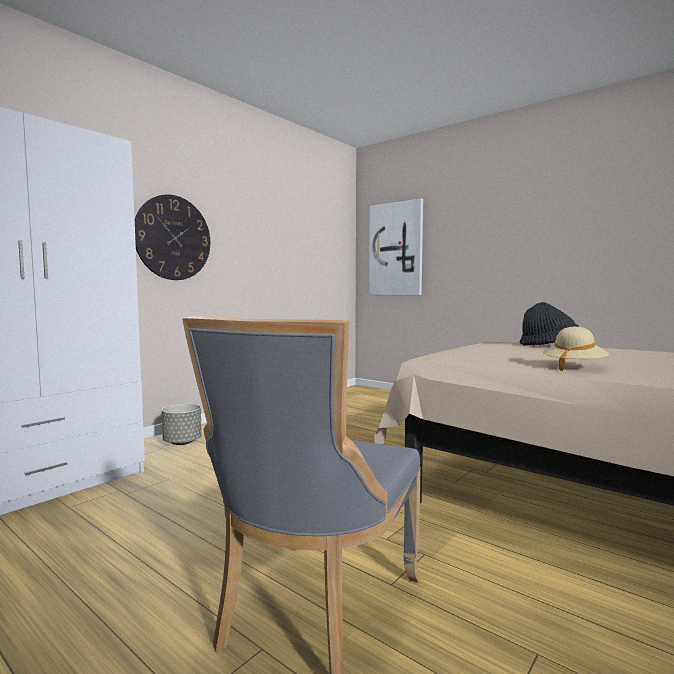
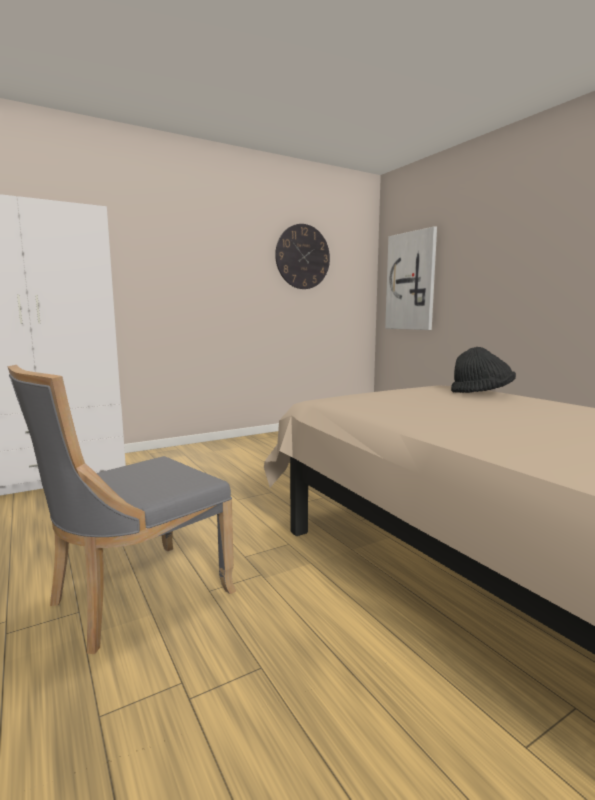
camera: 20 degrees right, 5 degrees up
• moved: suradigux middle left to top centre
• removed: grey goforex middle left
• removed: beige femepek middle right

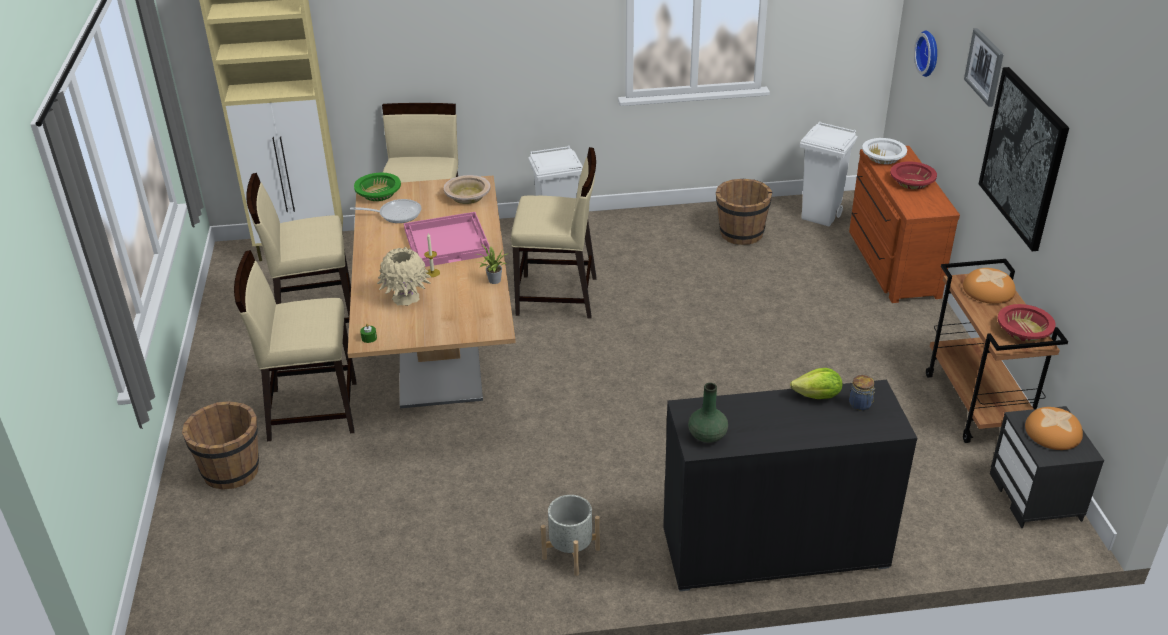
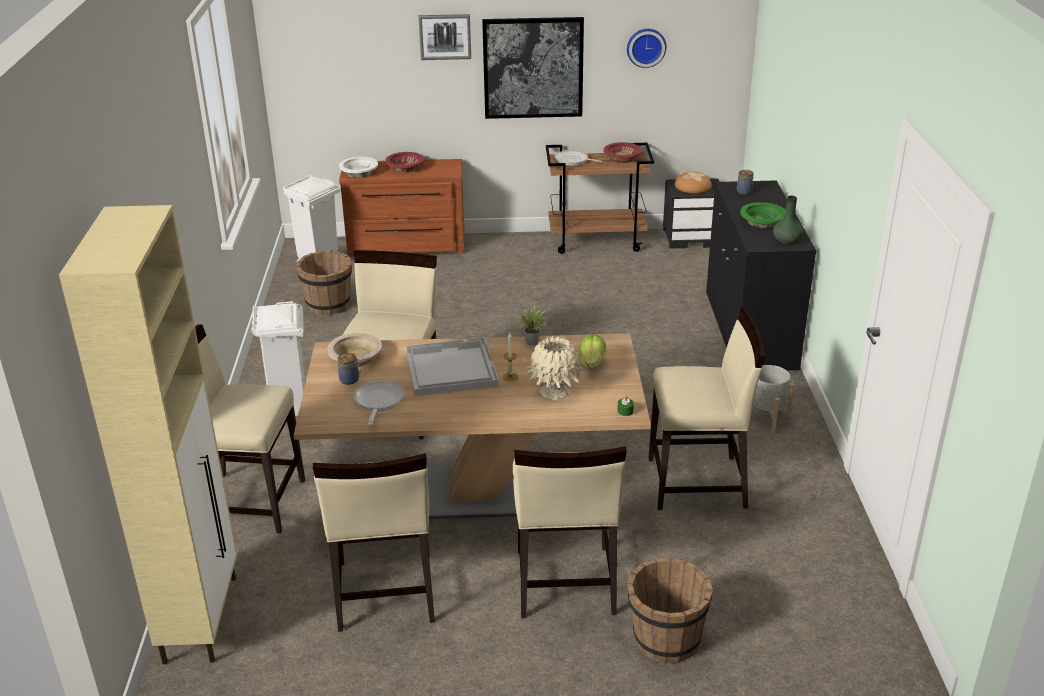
camera: 85 degrees left, 5 degrees down
• added: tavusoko (1st from left) centre
• recoloured: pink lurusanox centre to white lurusanox centre
• replaced: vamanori (1st from left) middle right to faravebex (2nd from left) top centre
• moved: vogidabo middle right to centre
• moved: suradigux top right to top centre
• added: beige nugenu (5th from left) middle right
• moved: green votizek top left to top right

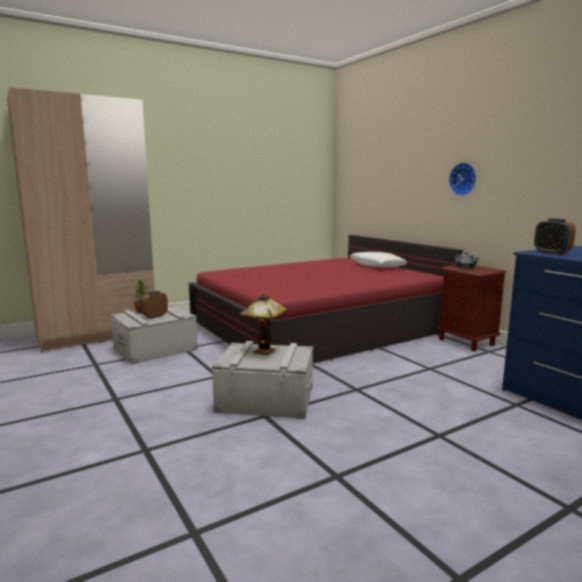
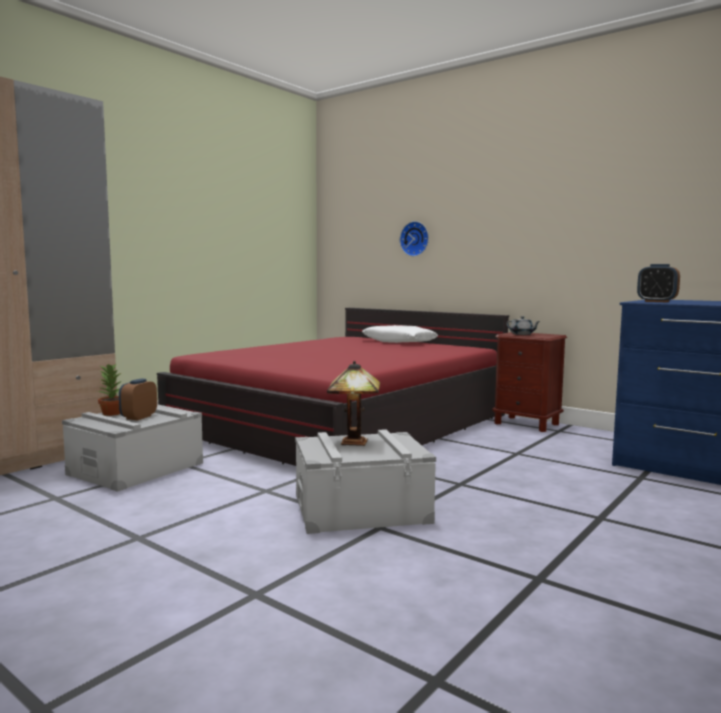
camera: 20 degrees left, 5 degrees down
• moved: suradigux top right to centre

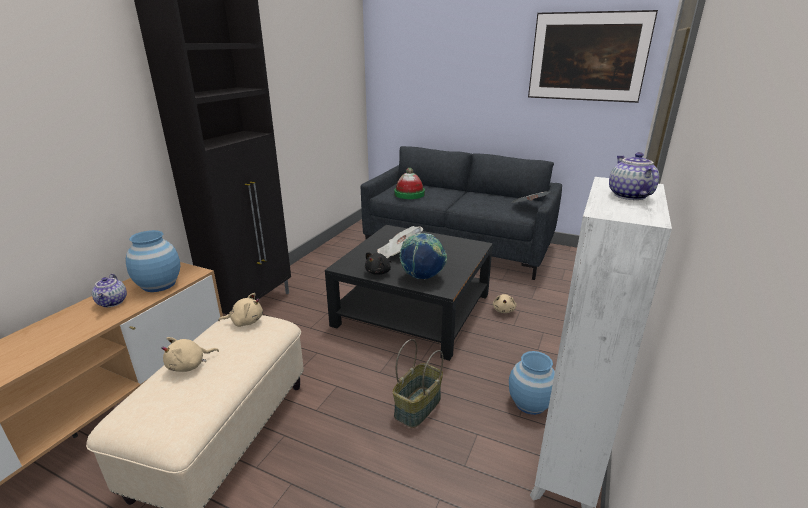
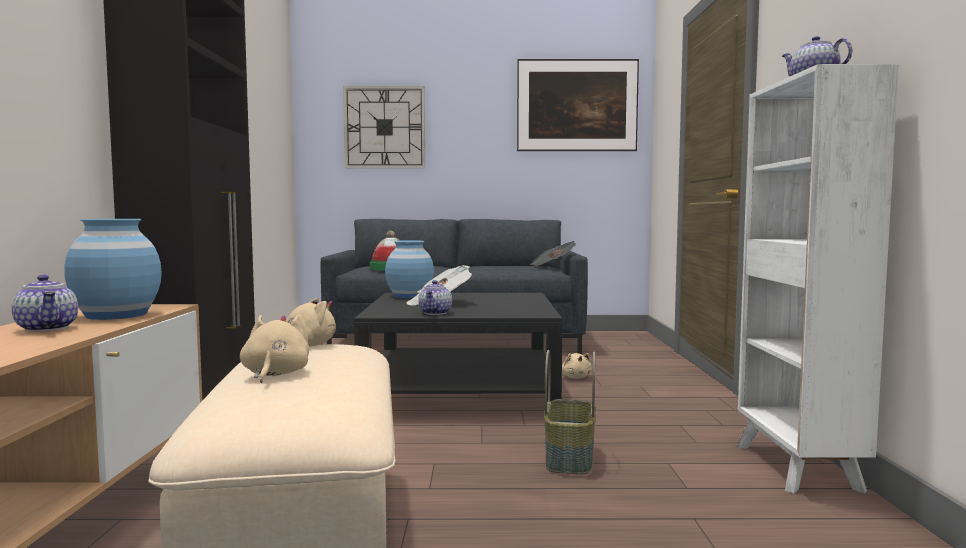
camera: 25 degrees left, 20 degrees down
• turned: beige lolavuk (1st from left) bottom left = middle left 150 degrees clockwise
• added: suradigux top centre
• moved: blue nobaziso (2nd from left) bottom centre to centre
• replaced: black lolavuk centre to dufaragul (2nd from left) centre
• removed: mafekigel centre

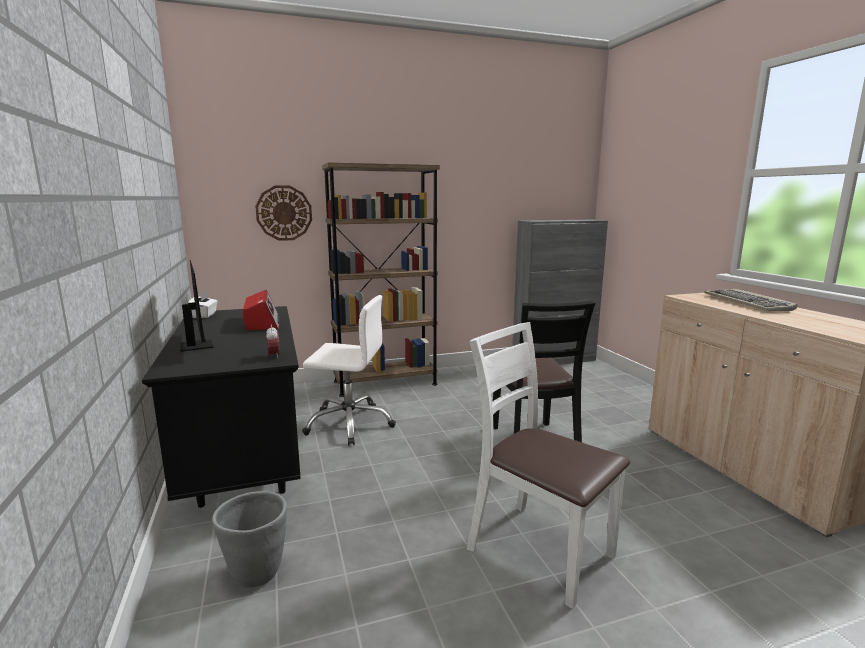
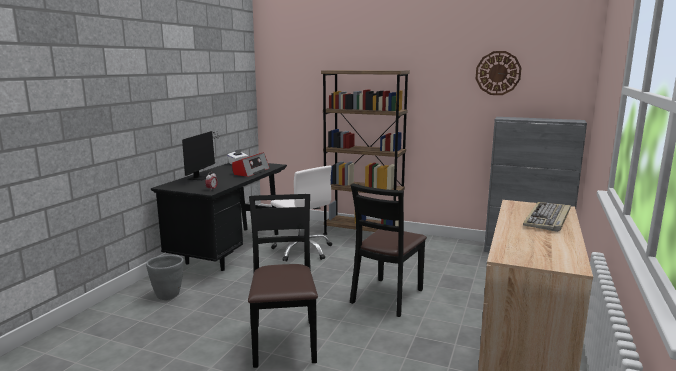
camera: 40 degrees right, 0 degrees up
• recoloured: white nugenu bottom centre to black nugenu (1st from left) bottom centre
• moved: suradigux top left to top right

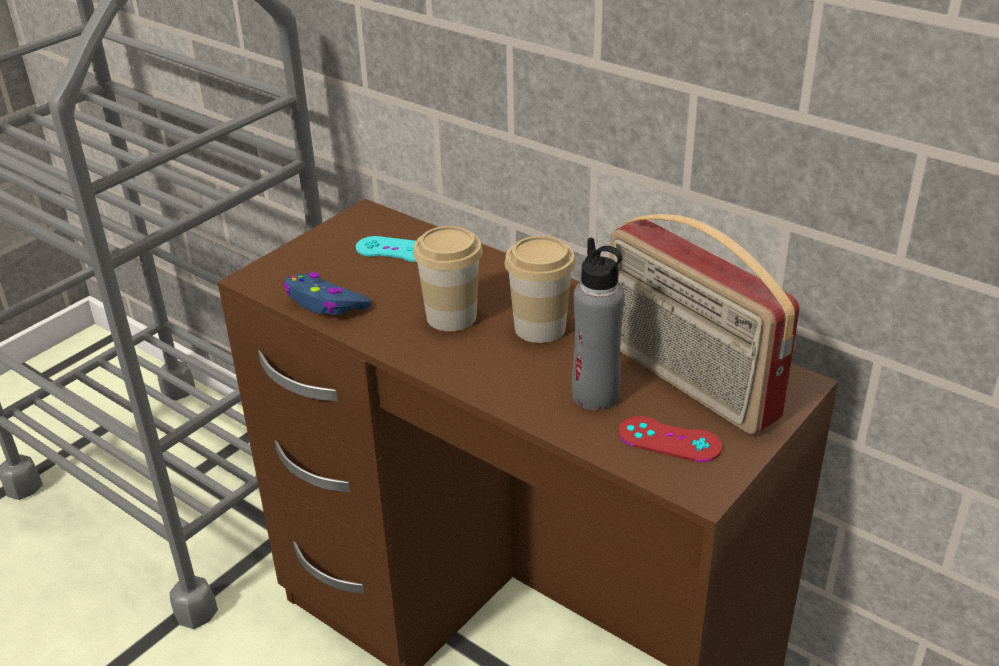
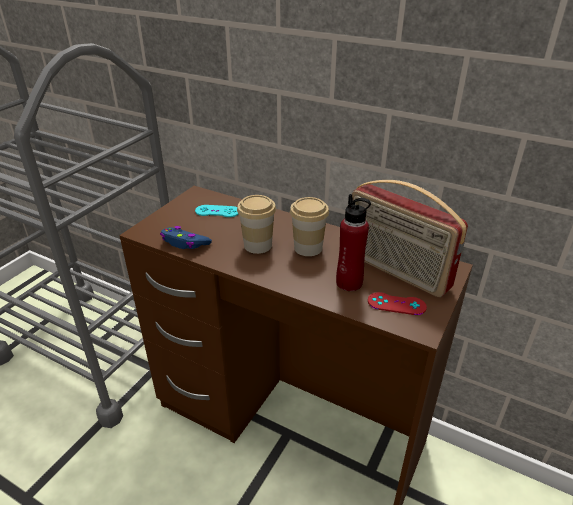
camera: 10 degrees left, 0 degrees up
• recoloured: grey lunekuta centre to red lunekuta centre

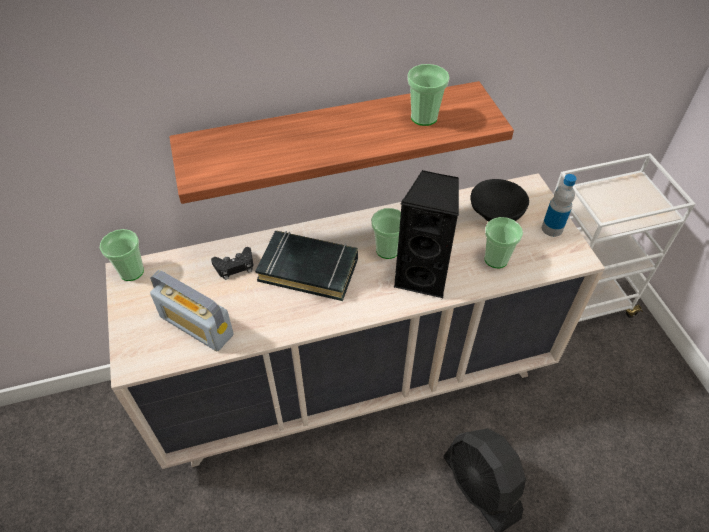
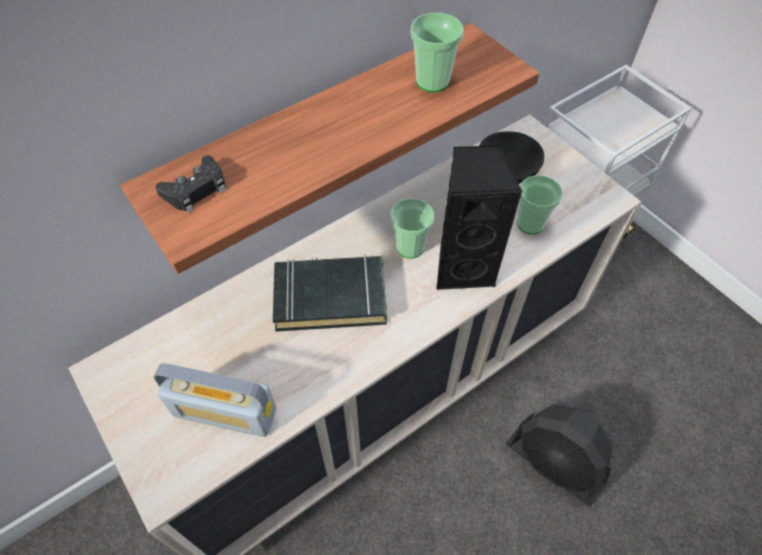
camera: 20 degrees left, 5 degrees up
• moved: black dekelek middle left to top left
• removed: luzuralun (1st from left) middle left
• removed: lunekuta middle right

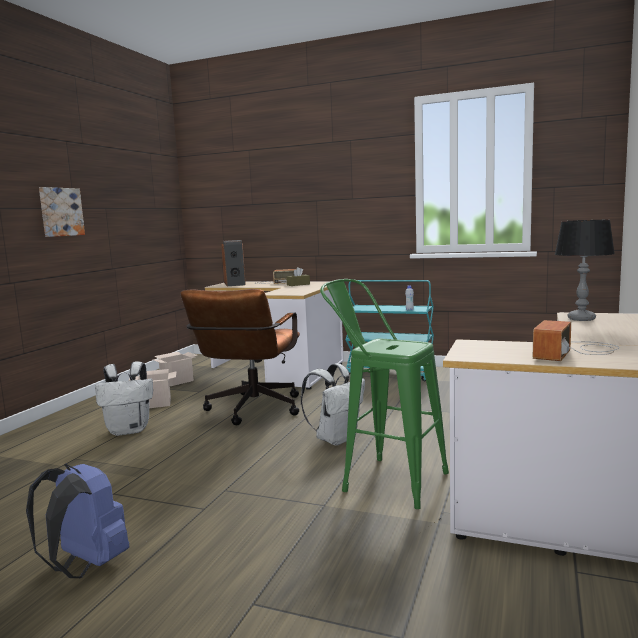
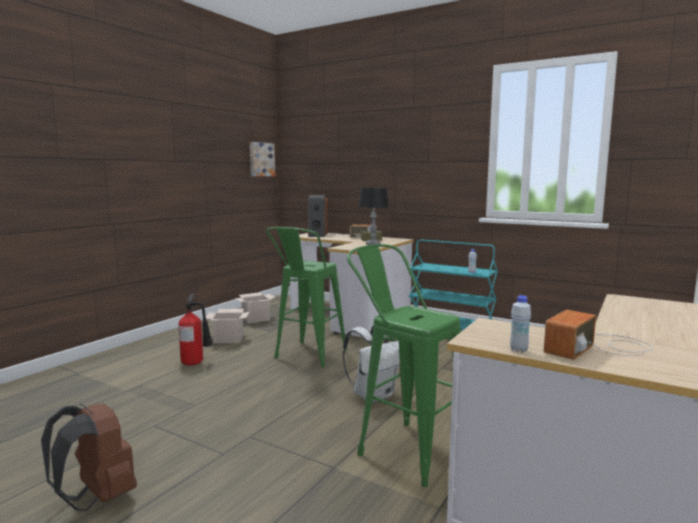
camera: 10 degrees right, 0 degrees up
• recoloured: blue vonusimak bottom left to brown vonusimak bottom left
• replaced: white vonusimak (1st from left) middle left to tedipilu middle left
• moved: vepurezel top left to top centre
• replaced: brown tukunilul centre to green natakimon (1st from left) centre
• moved: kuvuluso middle right to centre
• added: white lunekuta (2nd from left) middle right

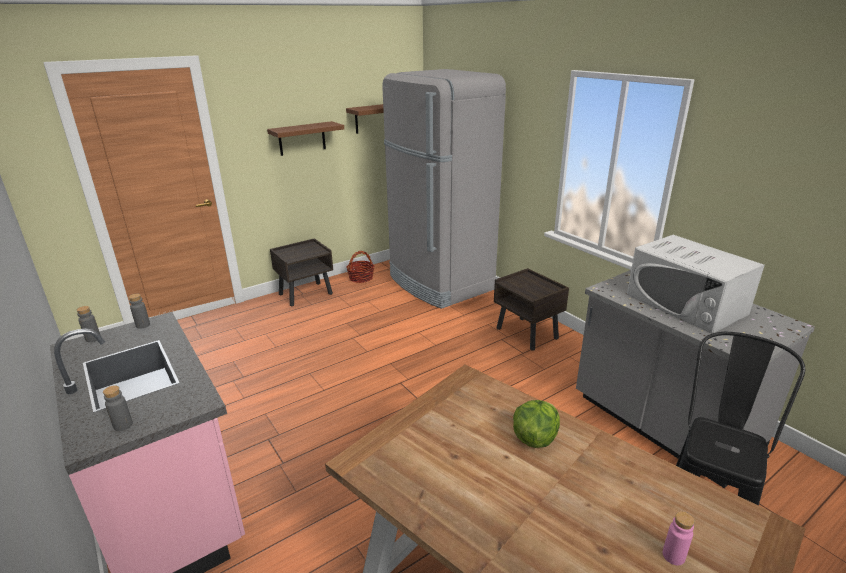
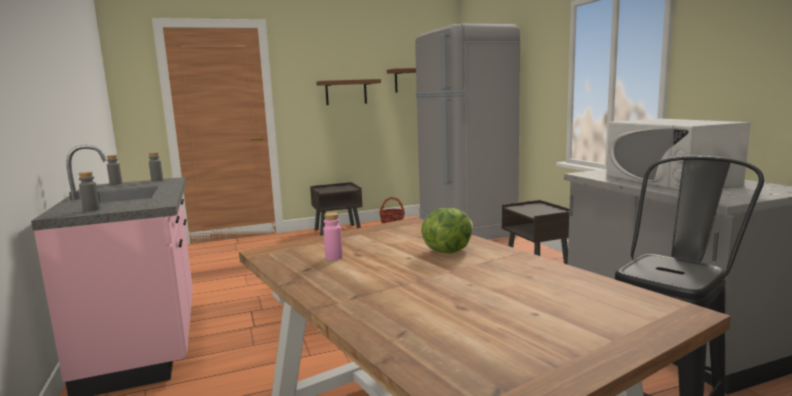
camera: 15 degrees right, 15 degrees down
• moved: pink lunekuta bottom right to centre

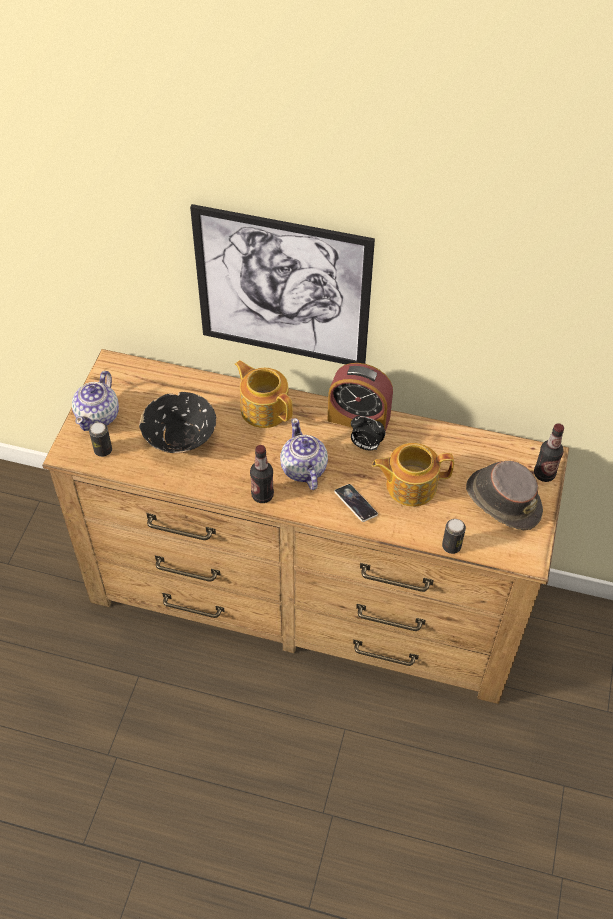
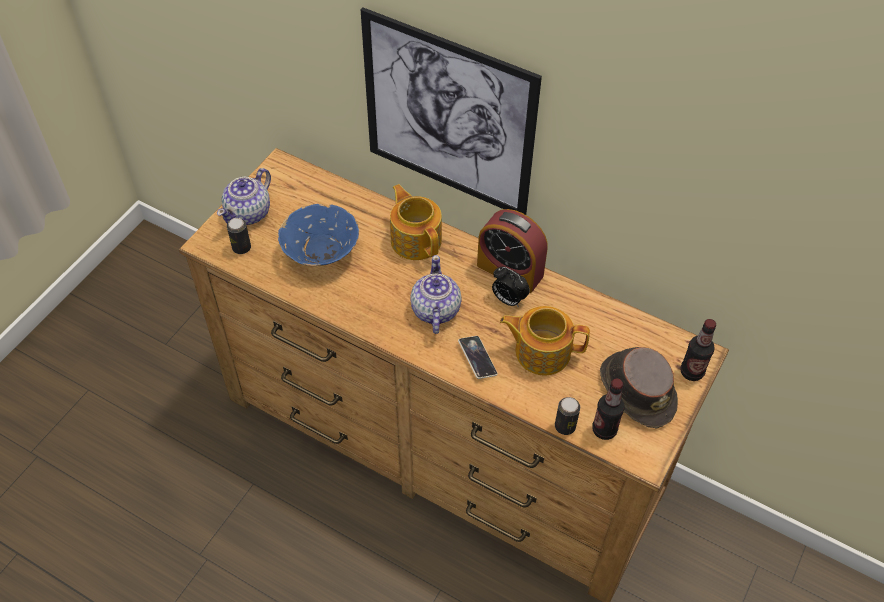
camera: 15 degrees right, 0 degrees up
• recoloured: black votizek middle left to blue votizek centre
• moved: lunekuta (1st from left) centre to bottom right

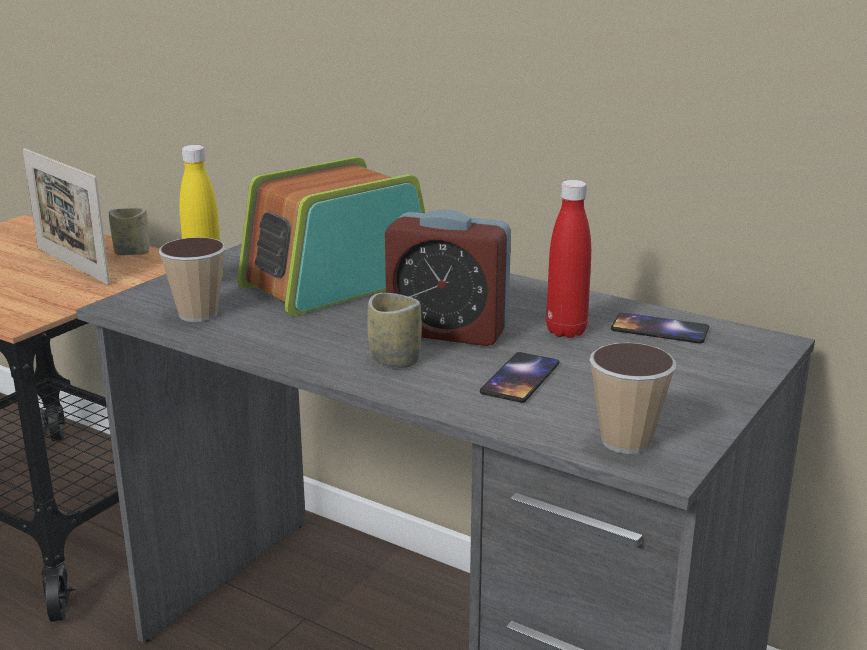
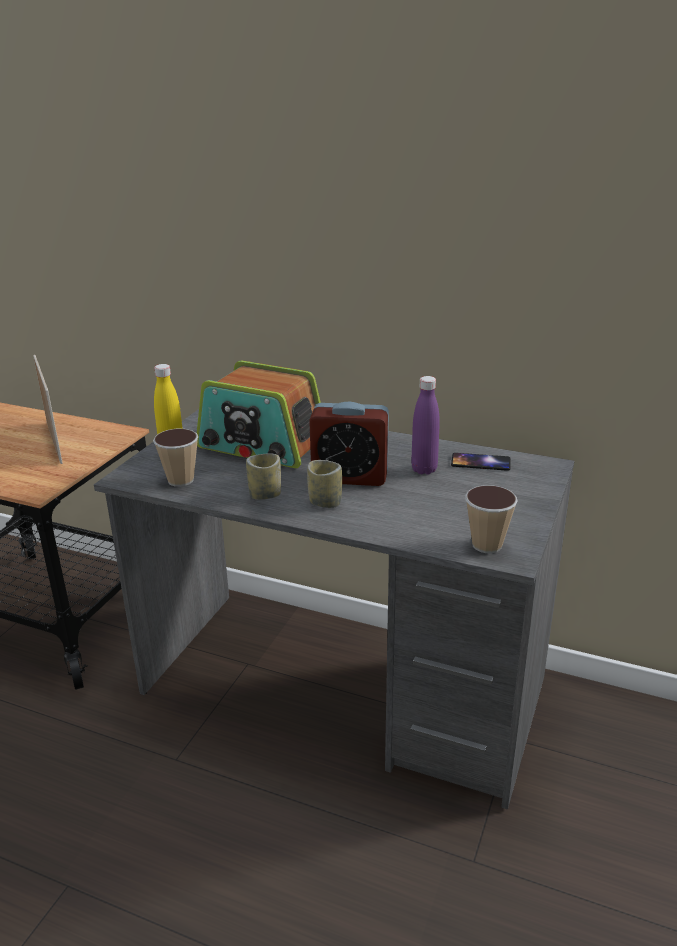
camera: 10 degrees left, 5 degrees up
• turned: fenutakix top left = middle left 150 degrees counterclockwise
• turned: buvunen centre = centre 105 degrees counterclockwise
• moved: luzuralun (1st from left in the first image) middle left to luzuralun (2nd from left) centre
• recoloured: red lunekuta centre to purple lunekuta centre
• removed: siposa (1st from left) centre

